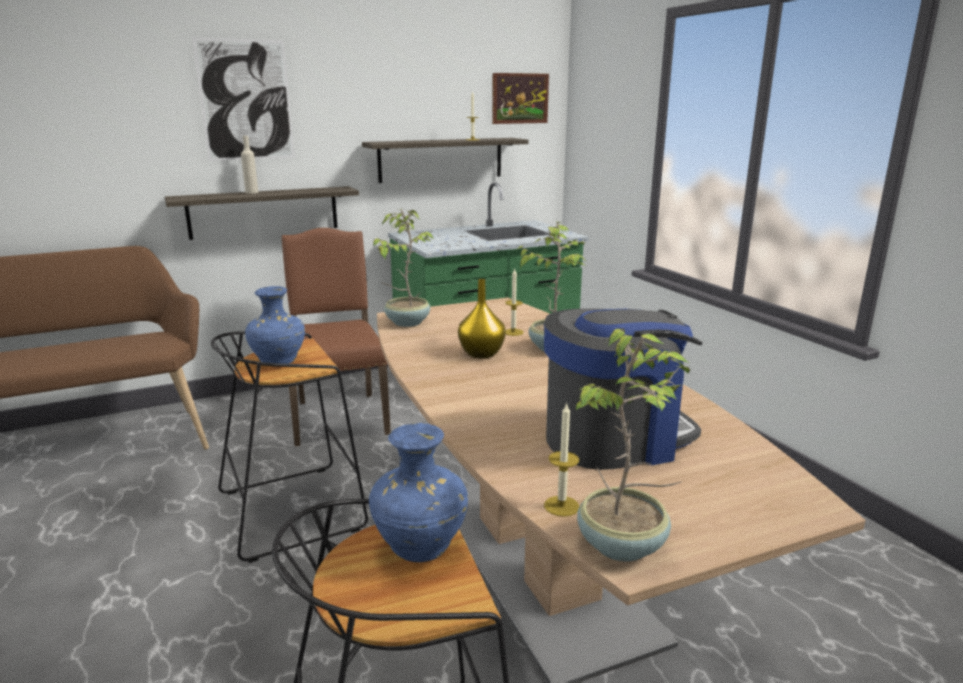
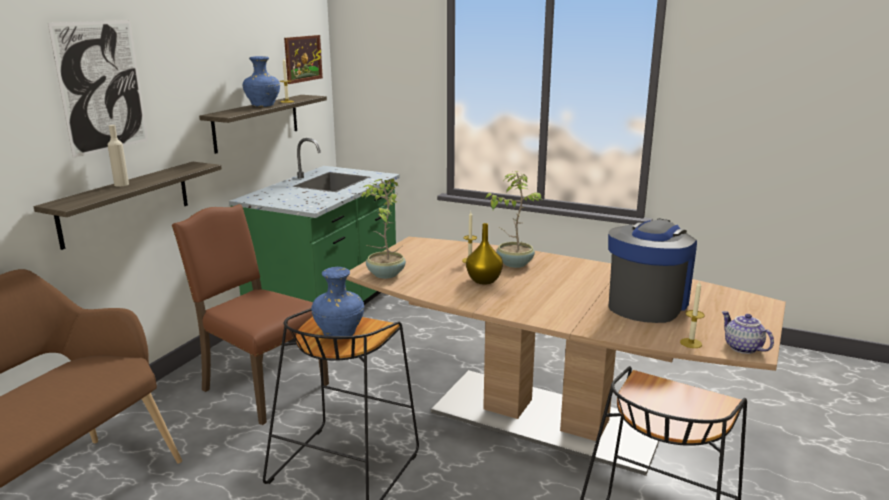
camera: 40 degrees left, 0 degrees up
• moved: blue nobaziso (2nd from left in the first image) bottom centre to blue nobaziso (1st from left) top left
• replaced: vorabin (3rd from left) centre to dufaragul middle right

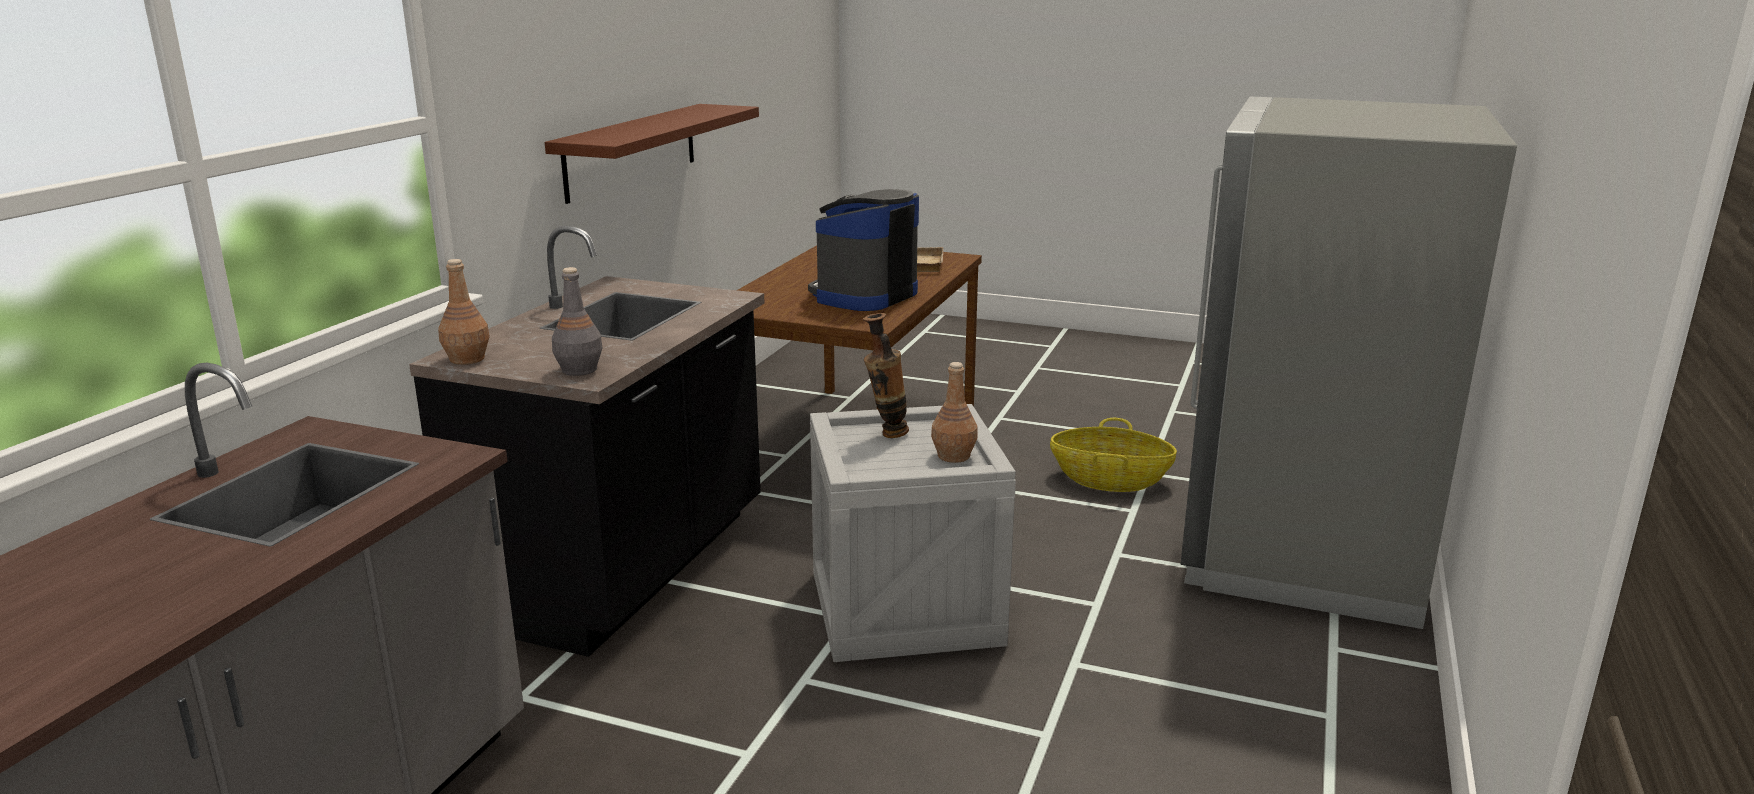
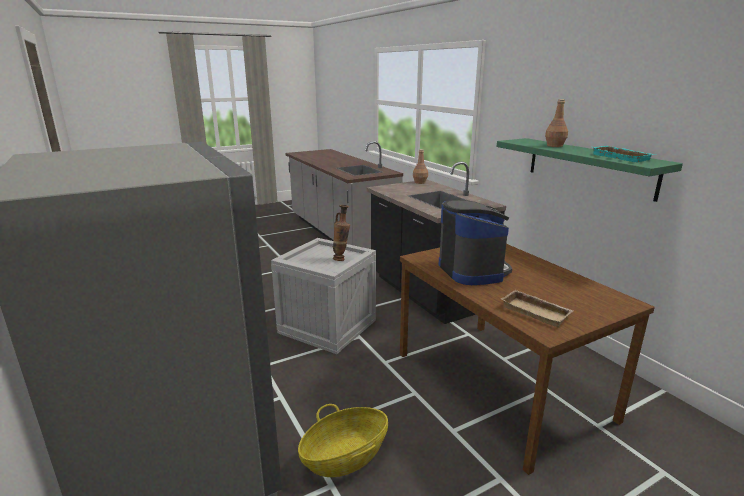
camera: 130 degrees right, 0 degrees up
• recoloured: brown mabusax top centre to green mabusax middle right
• moved: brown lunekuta (2nd from left) centre to top right
• added: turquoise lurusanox top right
• removed: grey lunekuta middle left

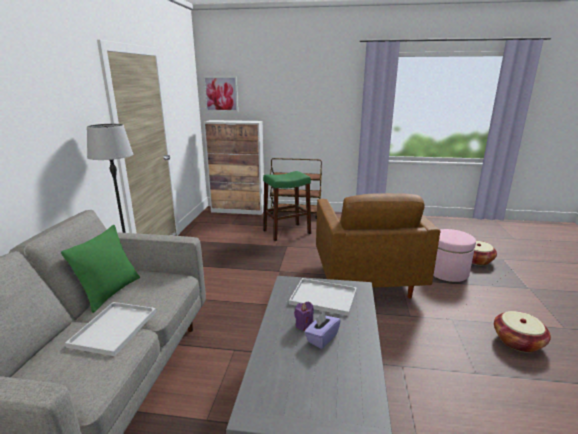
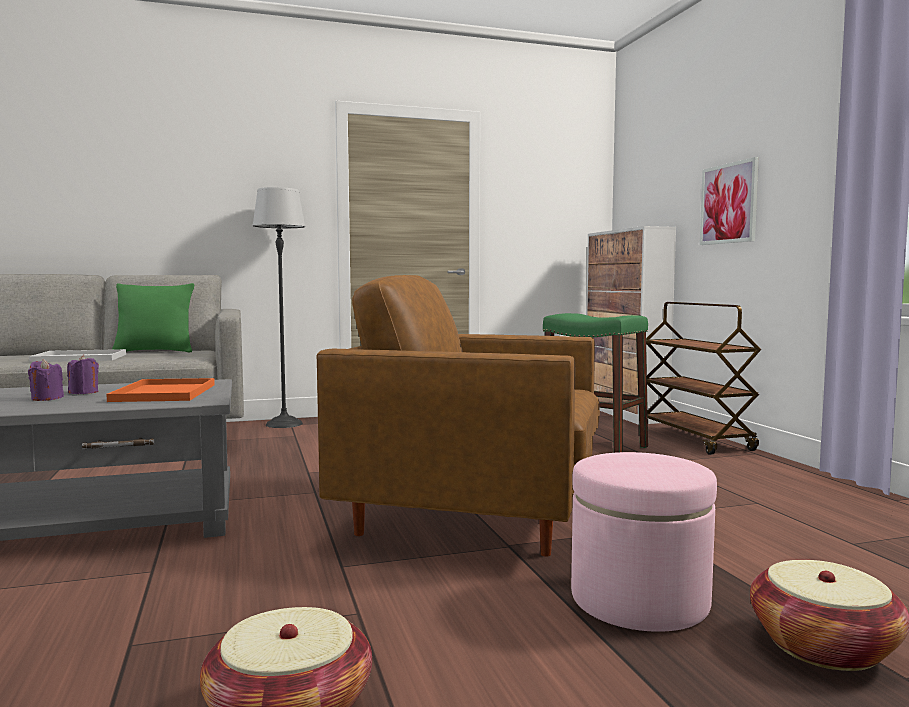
camera: 65 degrees right, 15 degrees down
• replaced: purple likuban bottom centre to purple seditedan (1st from left) middle left
• recoloured: white lurusanox (2nd from left) bottom centre to orange lurusanox middle left
• turned: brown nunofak centre = centre 45 degrees clockwise
• moved: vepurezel top centre to top right

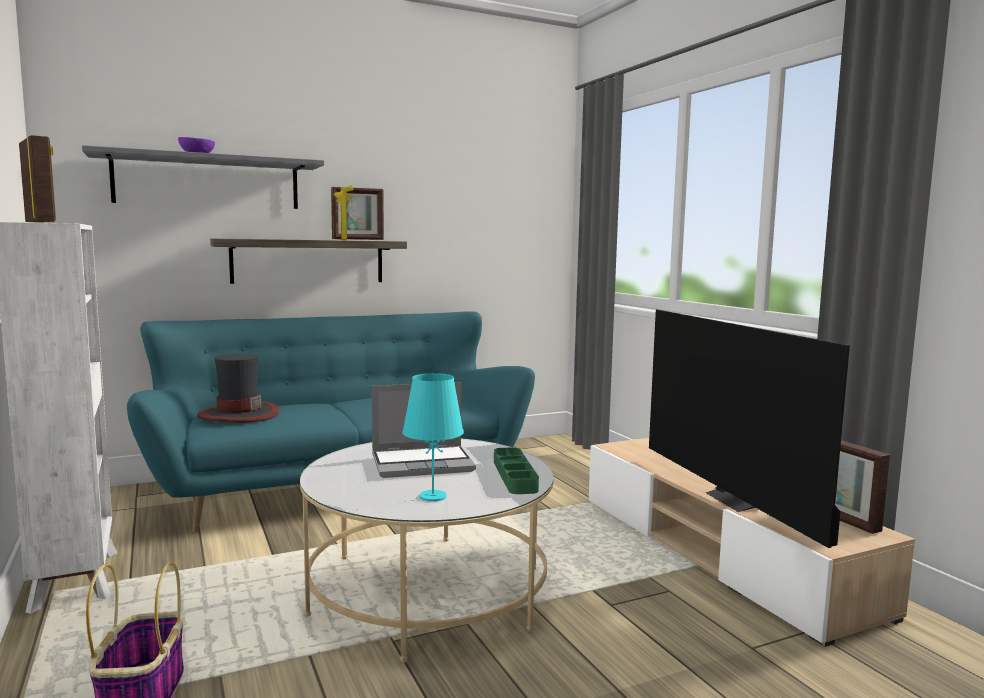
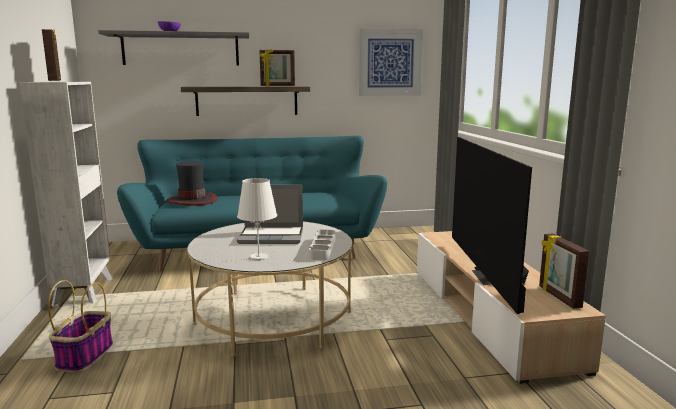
camera: 15 degrees right, 5 degrees up
• recoloured: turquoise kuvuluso centre to white kuvuluso centre
• recoloured: green lurusanox bottom centre to grey lurusanox centre
• added: vepurezel top centre

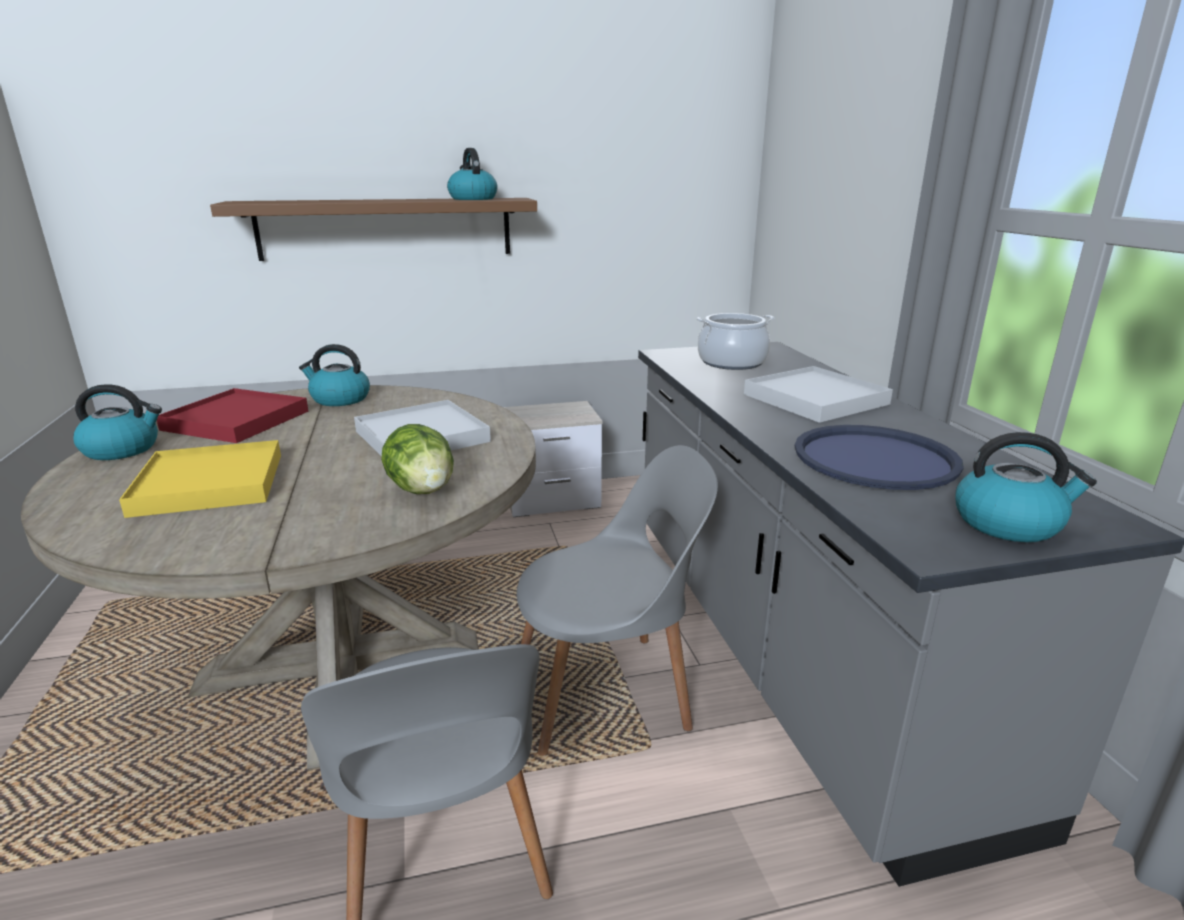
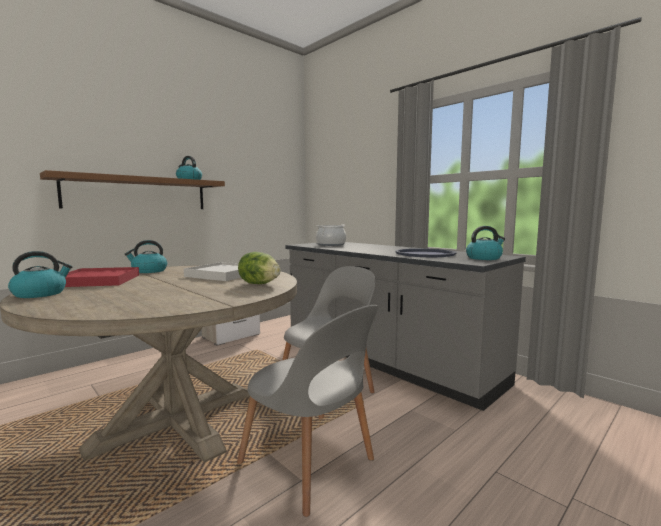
camera: 30 degrees left, 15 degrees down
• removed: yellow lurusanox middle left
• removed: white lurusanox (2nd from left) middle right

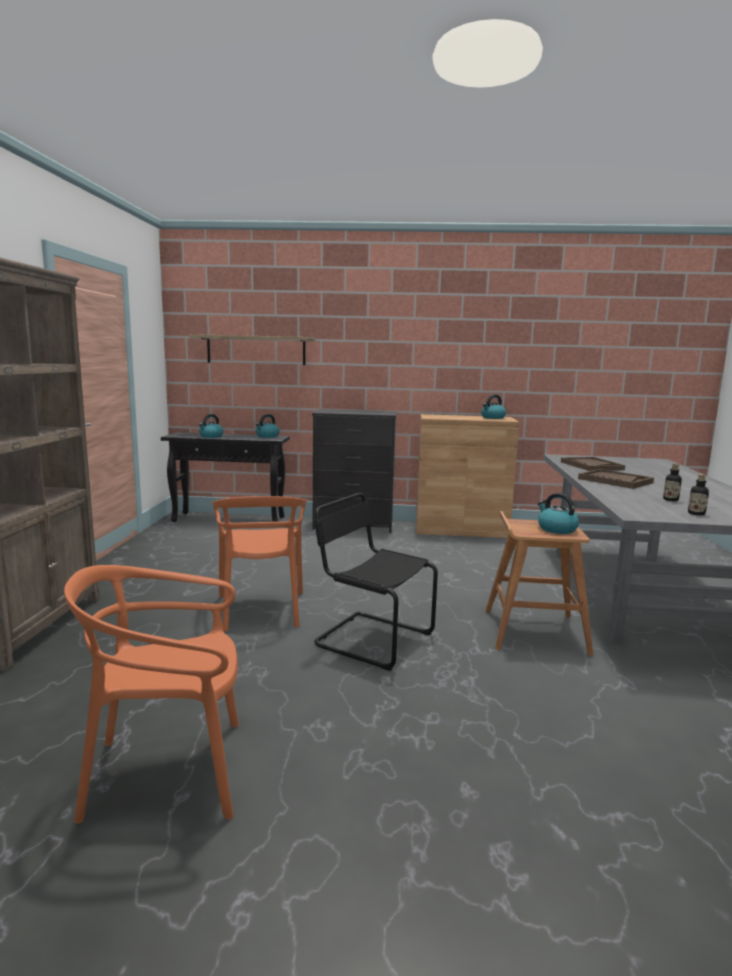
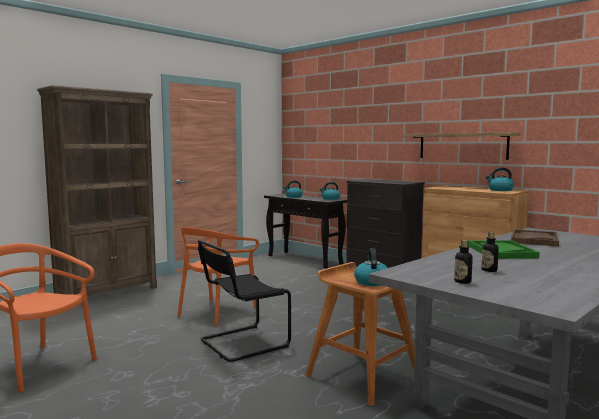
camera: 40 degrees right, 5 degrees down
• turned: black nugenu centre = bottom centre 105 degrees counterclockwise
• moved: mabusax centre to middle right
• recoloured: brown lurusanox (2nd from left) middle right to green lurusanox middle right

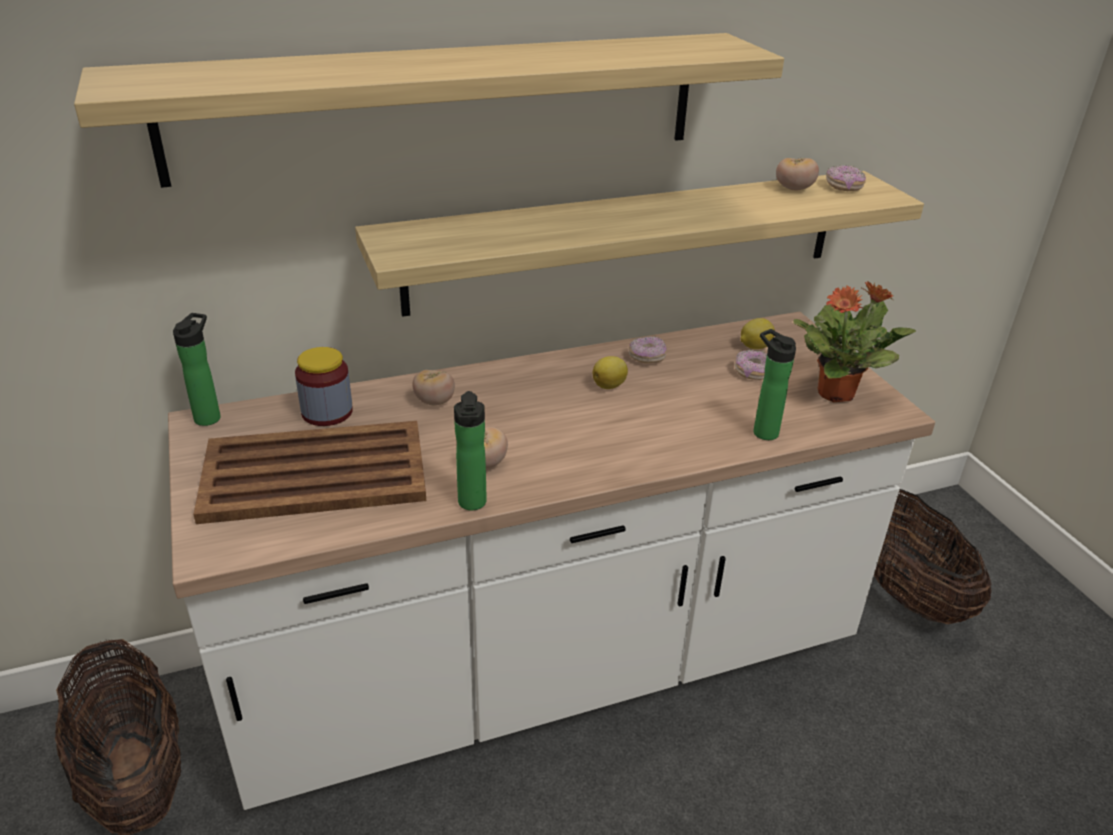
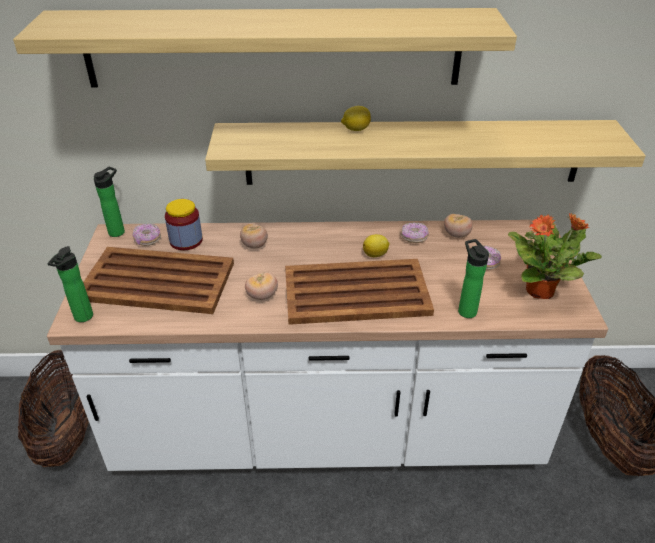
camera: 20 degrees right, 5 degrees up
• moved: lunekuta (2nd from left in the first image) centre to lunekuta (1st from left) middle left
• moved: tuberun (3rd from left in the first image) top right to tuberun (1st from left) middle left
• added: brown lurusanox (2nd from left) centre
• moved: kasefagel (2nd from left in the first image) middle right to kasefagel (1st from left) top centre
• moved: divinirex (3rd from left) top right to middle right

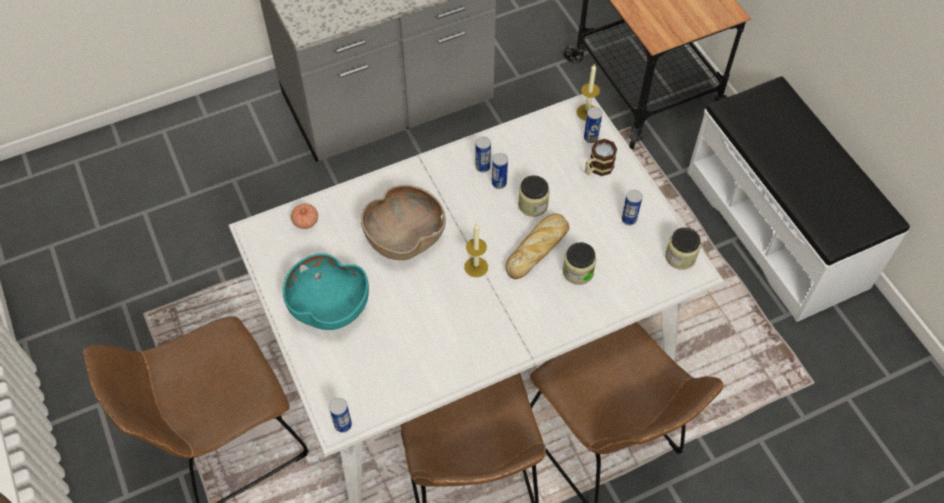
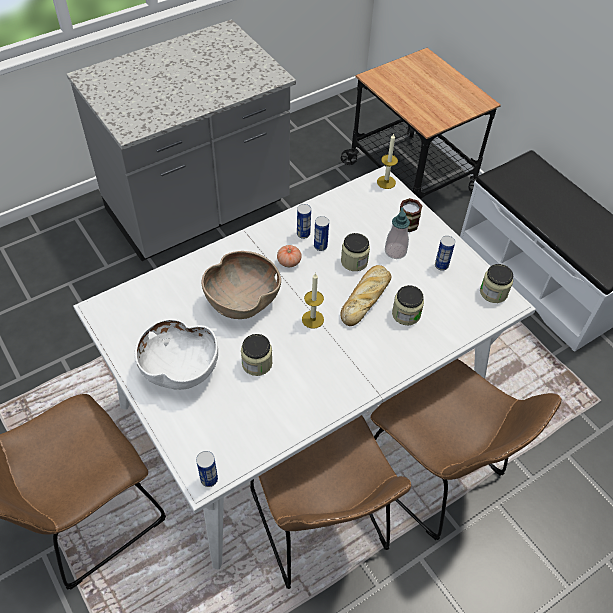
camera: 10 degrees left, 5 degrees down
• recoloured: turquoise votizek centre to white votizek middle left
• added: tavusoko (1st from left) centre
• moved: divinirex middle left to centre
• added: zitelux centre
• removed: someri (4th from left) top centre

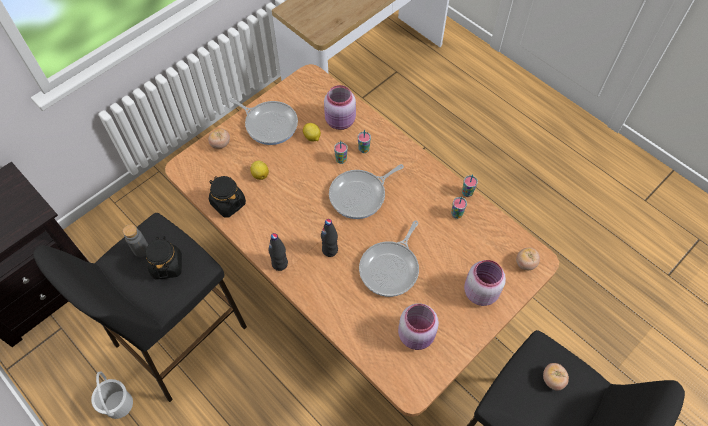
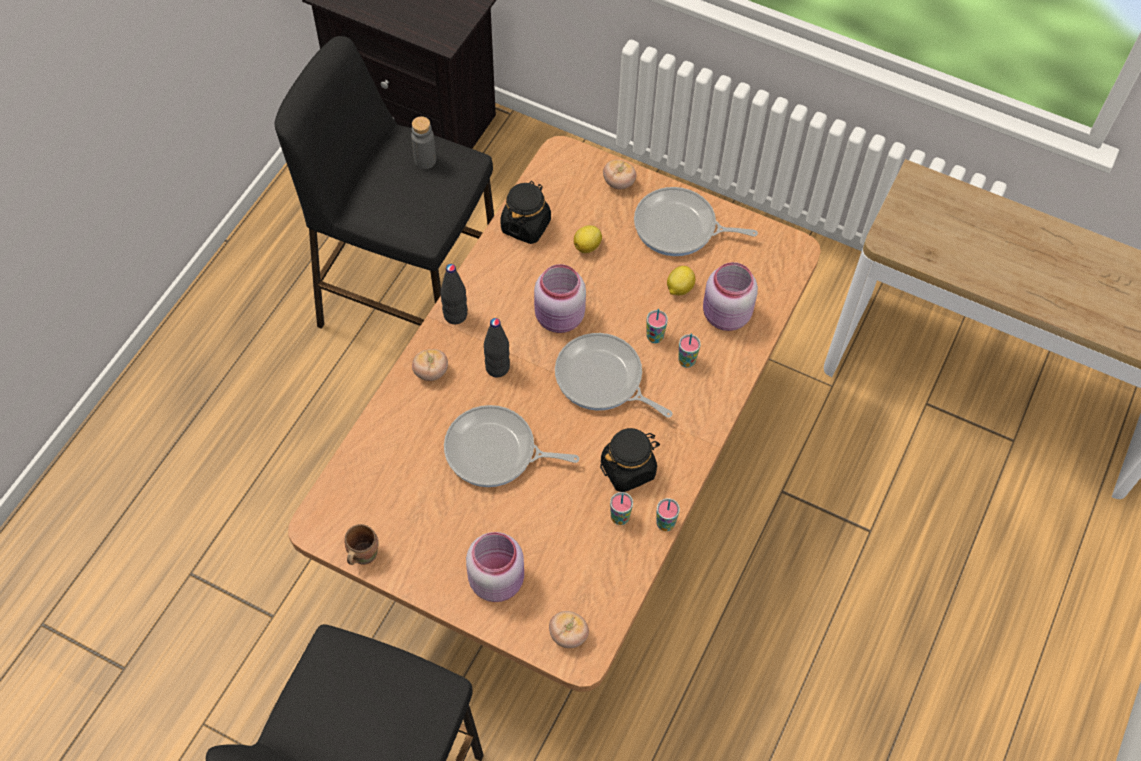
camera: 70 degrees right, 0 degrees up
• added: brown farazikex bottom left
• moved: divinirex (3rd from left in the first image) bottom right to divinirex (1st from left) centre
• moved: pink tavusoko (2nd from left) bottom centre to centre
• moved: black tavusoko (1st from left in the first image) middle left to black tavusoko (2nd from left) centre
• turned: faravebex (1st from left in the first image) top centre = top centre 90 degrees clockwise
• removed: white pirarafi bottom left

